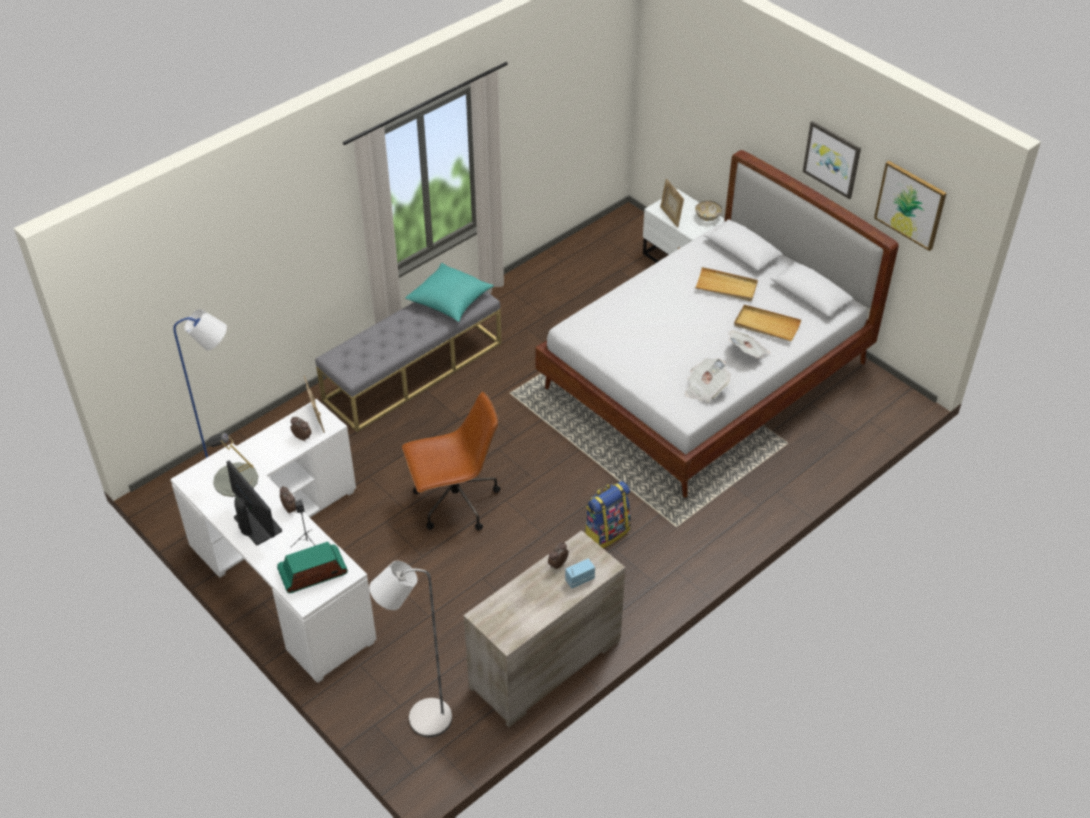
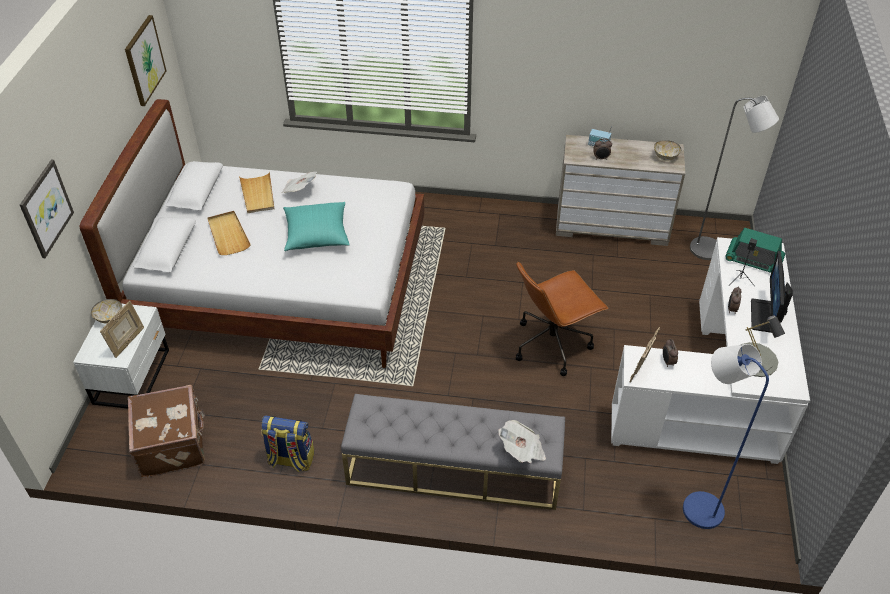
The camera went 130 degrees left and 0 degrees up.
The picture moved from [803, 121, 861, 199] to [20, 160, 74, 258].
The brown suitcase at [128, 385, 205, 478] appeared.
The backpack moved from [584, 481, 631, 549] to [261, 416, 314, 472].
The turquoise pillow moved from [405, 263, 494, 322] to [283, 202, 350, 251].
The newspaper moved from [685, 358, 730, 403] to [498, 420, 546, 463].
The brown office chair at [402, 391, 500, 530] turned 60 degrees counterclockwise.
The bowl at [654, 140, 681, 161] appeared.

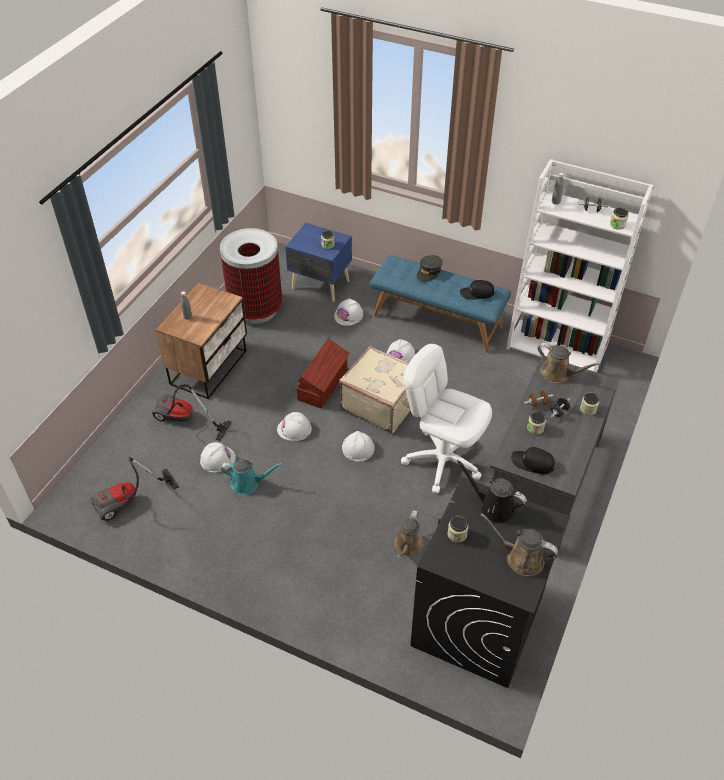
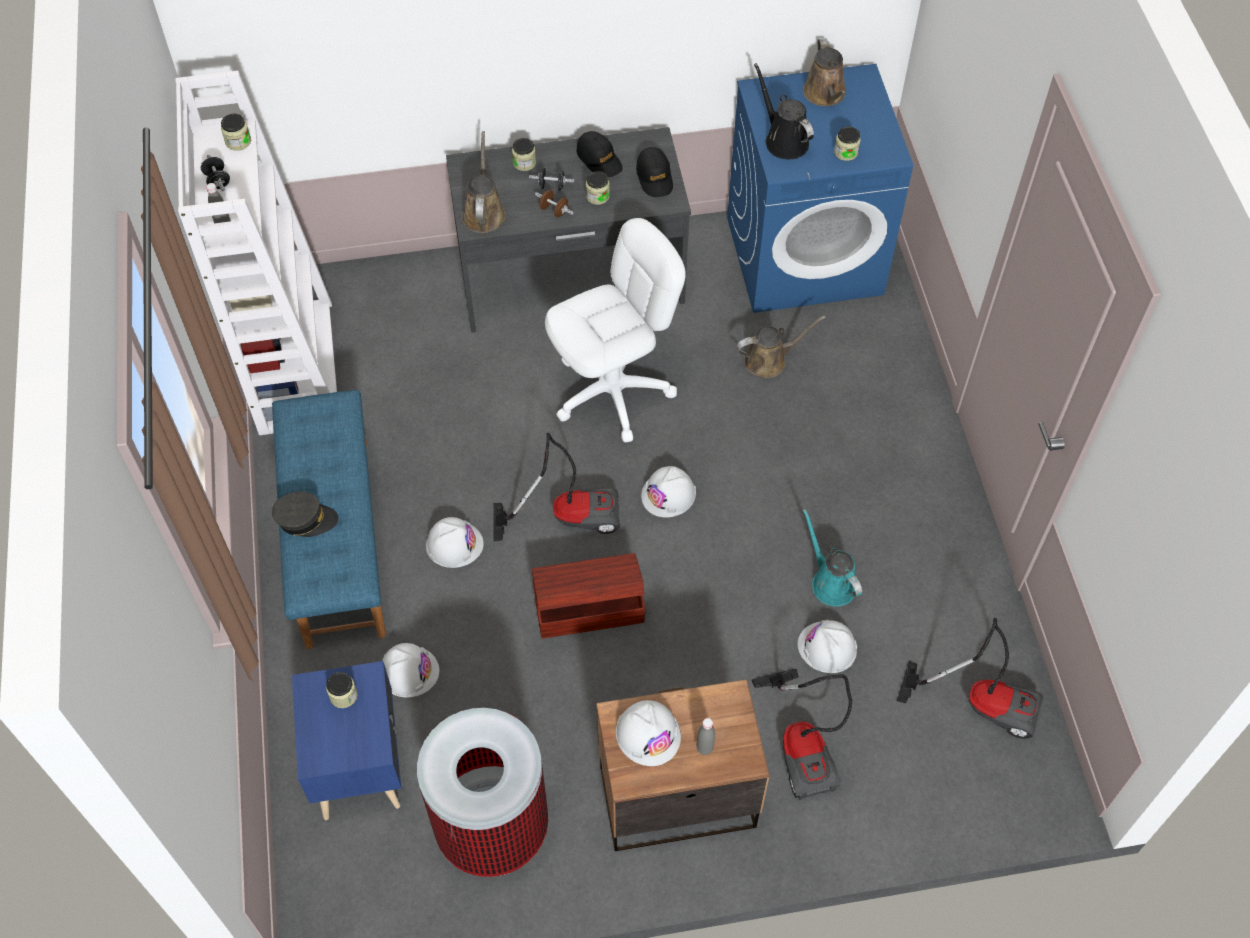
The camera went 125 degrees left and 10 degrees up.
The beige suitcase at [339, 346, 411, 433] was replaced by the vacuum cleaner at [493, 433, 620, 541].
The white office chair at [401, 344, 492, 493] turned 120 degrees counterclockwise.
The black cap moved from [460, 280, 494, 300] to [577, 131, 623, 178].
The white hard hat moved from [277, 412, 312, 441] to [616, 700, 681, 766].
The black washing machine at [410, 477, 570, 688] became the blue washing machine at [727, 64, 913, 313].
The black watering can at [456, 460, 527, 524] turned 150 degrees clockwise.

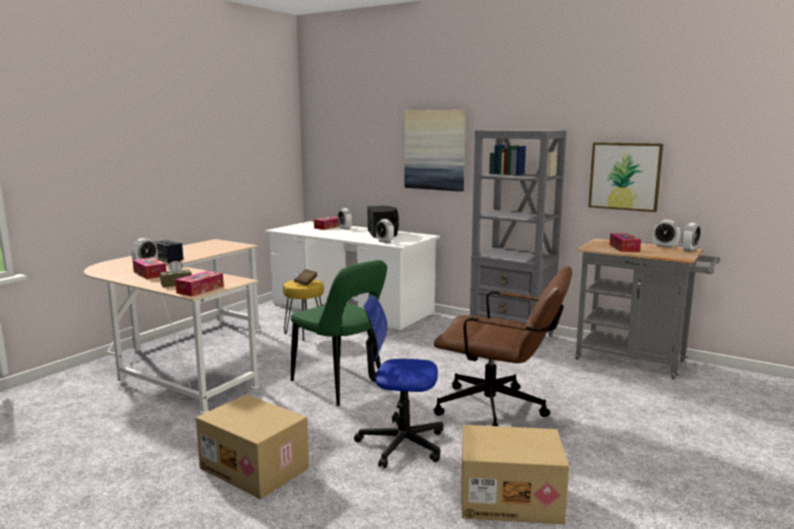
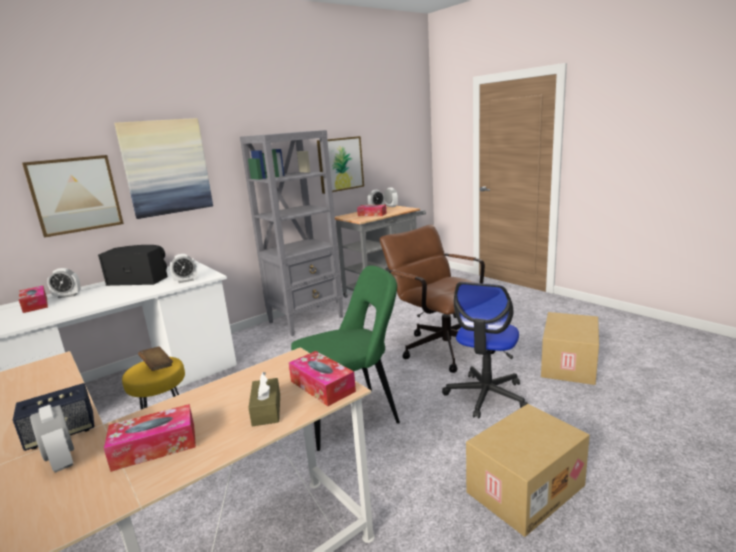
The camera went 70 degrees left and 5 degrees up.
The picture at [22, 155, 124, 238] appeared.
The brown office chair at [433, 266, 572, 426] turned 75 degrees counterclockwise.

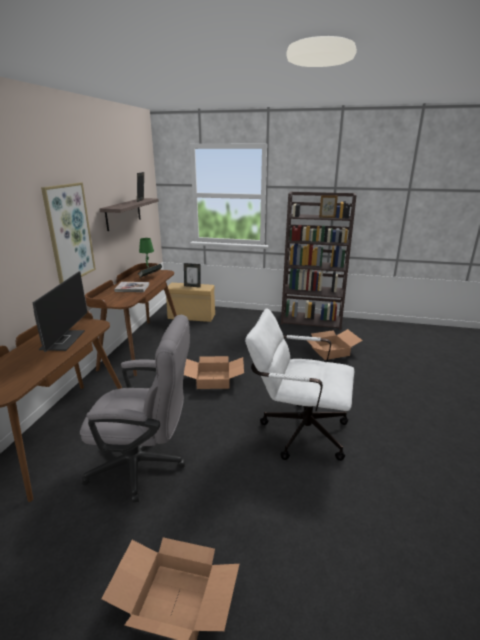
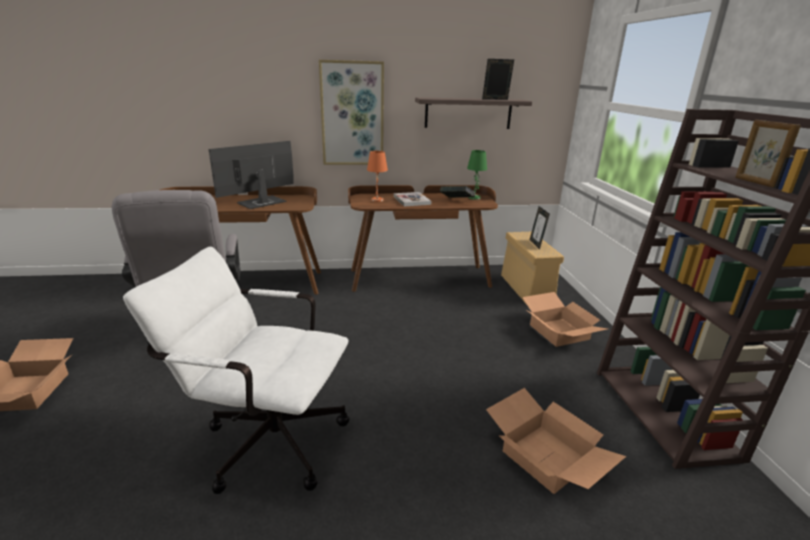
The camera went 70 degrees right and 0 degrees up.
The white office chair at [245, 308, 354, 461] turned 75 degrees counterclockwise.
The monitor at [33, 271, 88, 352] turned 150 degrees clockwise.
The orange table lamp at [367, 151, 388, 202] appeared.
The cardboard box moved from [184, 356, 244, 389] to [522, 292, 607, 347].

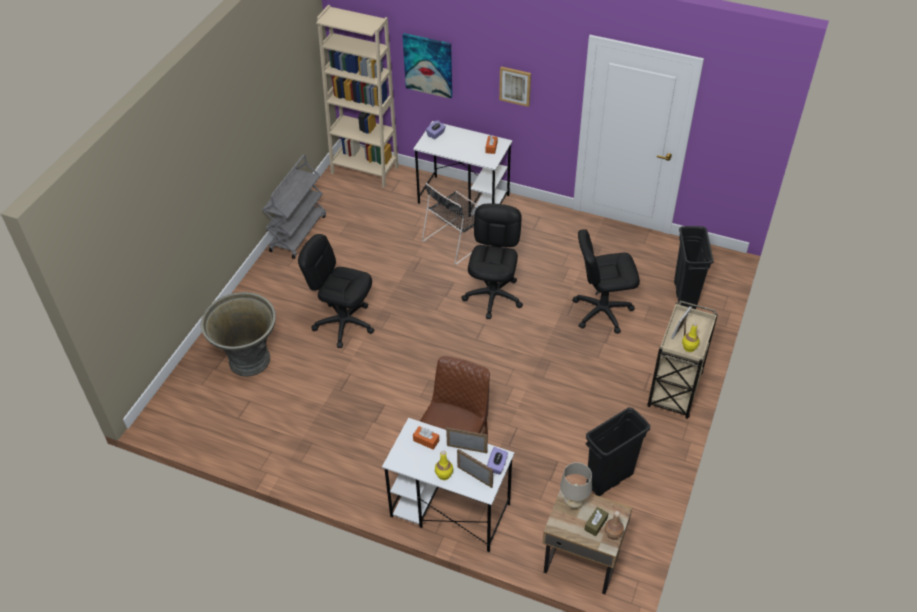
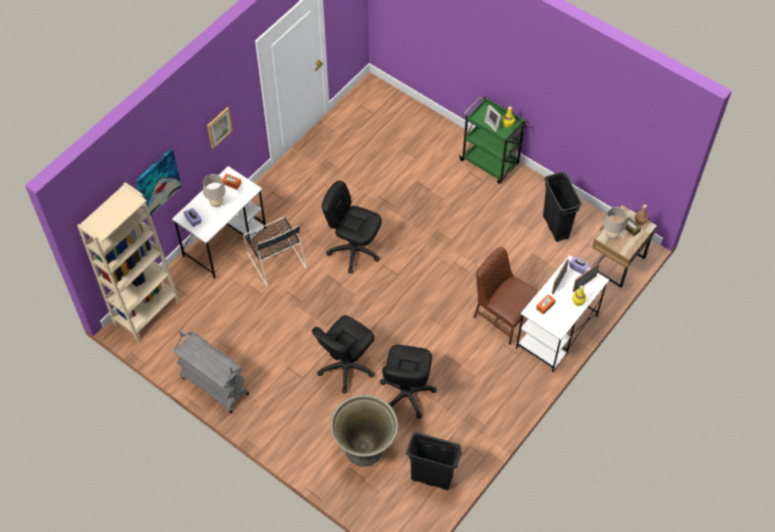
The camera went 75 degrees left and 10 degrees up.
The beige table lamp at [203, 174, 226, 207] appeared.
The black office chair moved from [572, 229, 640, 334] to [380, 345, 437, 419].
The black trash can moved from [674, 226, 714, 309] to [406, 432, 462, 490].
The beige cart at [647, 301, 718, 419] became the green cart at [459, 97, 528, 184].

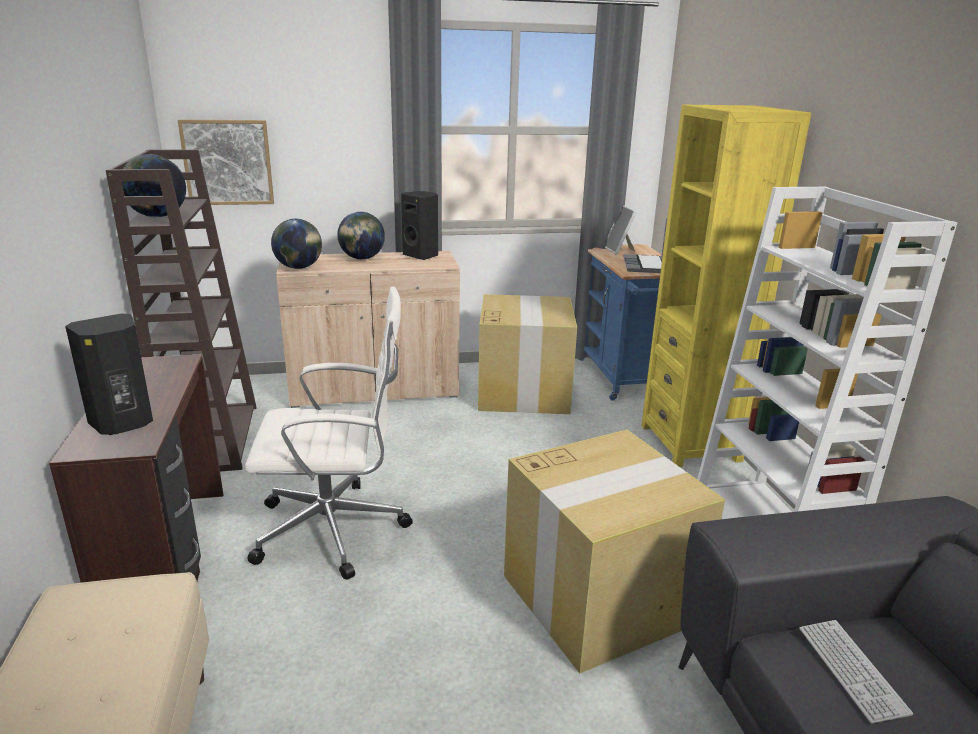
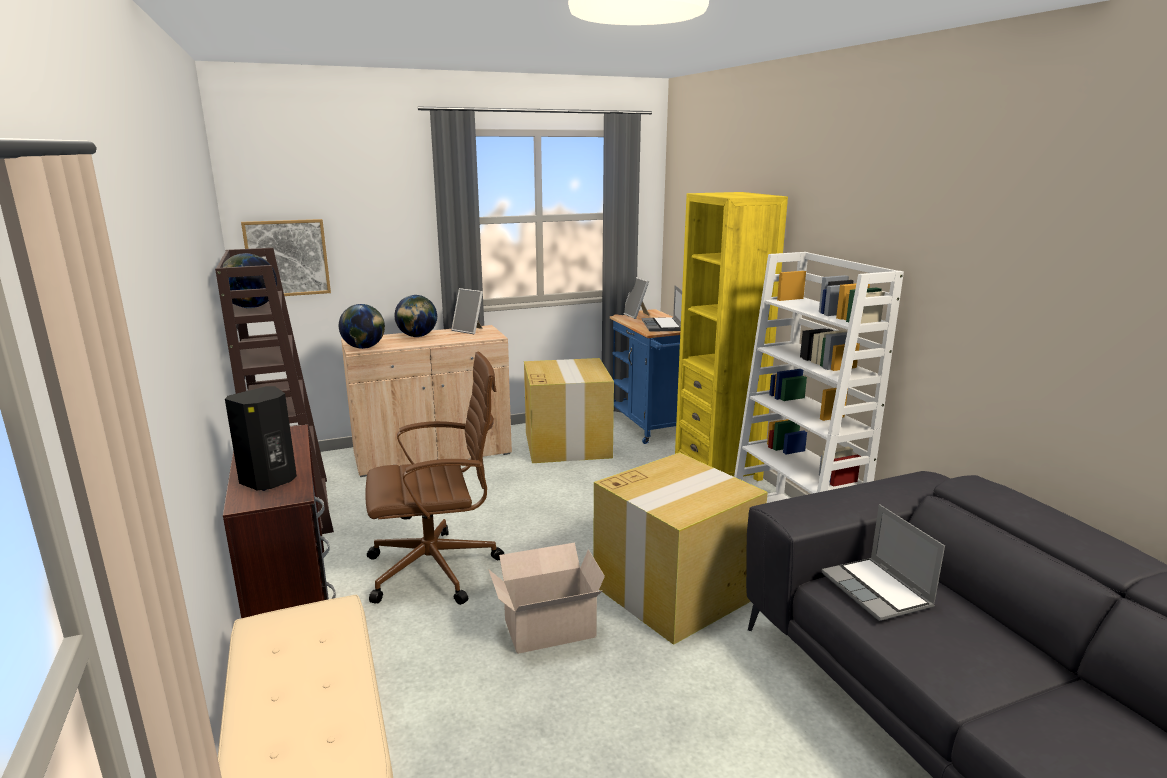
The camera went 10 degrees left and 5 degrees down.
The white office chair at [245, 287, 413, 580] became the brown office chair at [365, 352, 504, 605].
The black speaker at [401, 191, 438, 260] was replaced by the picture frame at [451, 288, 483, 334].
The cardboard box at [489, 543, 605, 654] appeared.
The keyboard at [799, 620, 913, 724] was replaced by the laptop at [822, 504, 945, 621].

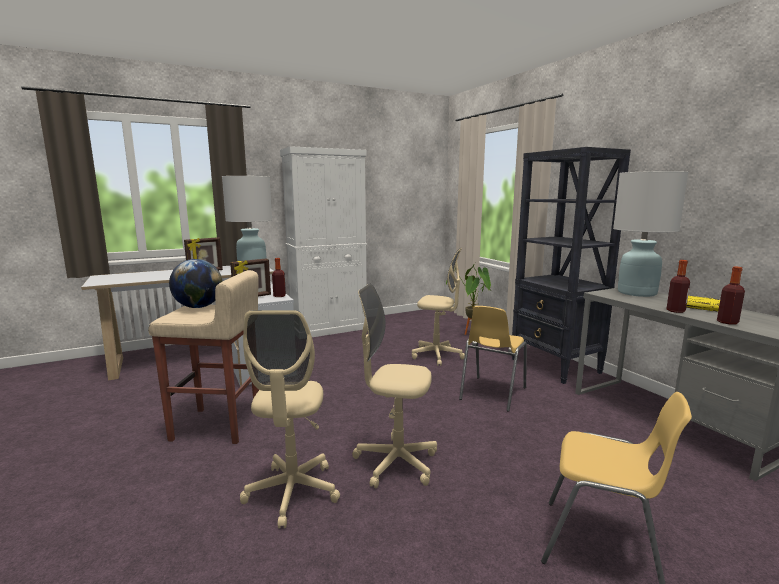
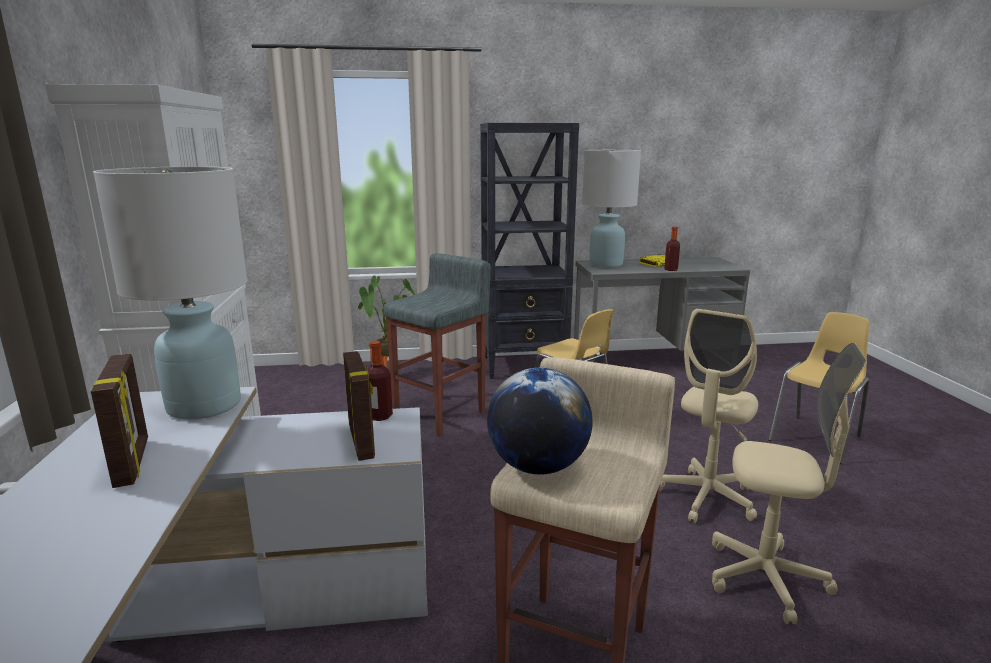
The camera went 70 degrees left and 5 degrees up.
The beige office chair at [412, 247, 465, 366] was replaced by the grey stool at [383, 253, 491, 436].
The bottle at [717, 266, 745, 325] disappeared.

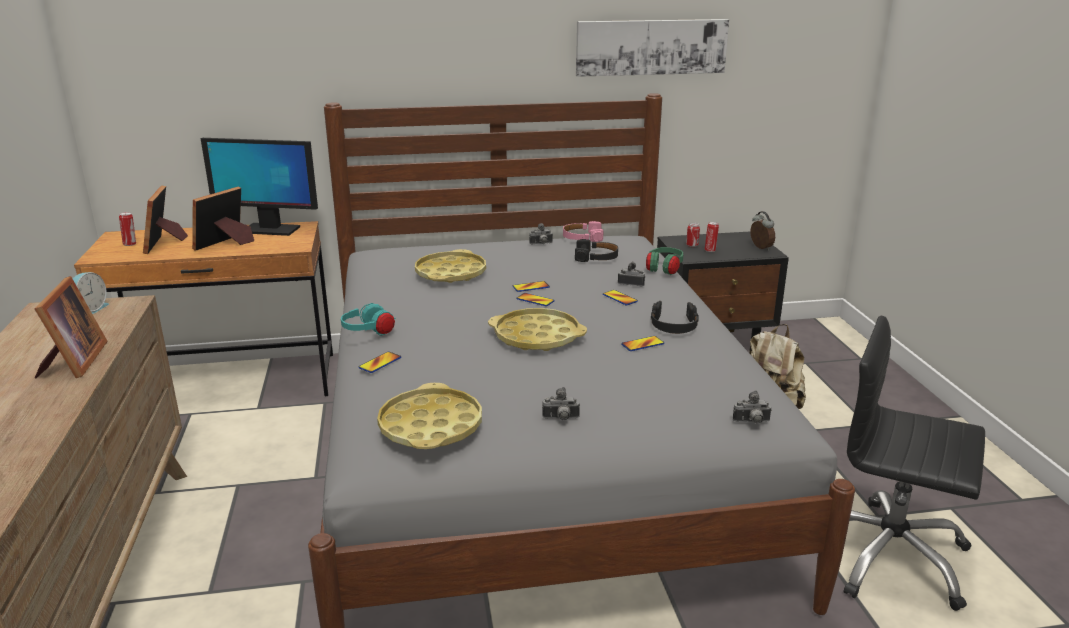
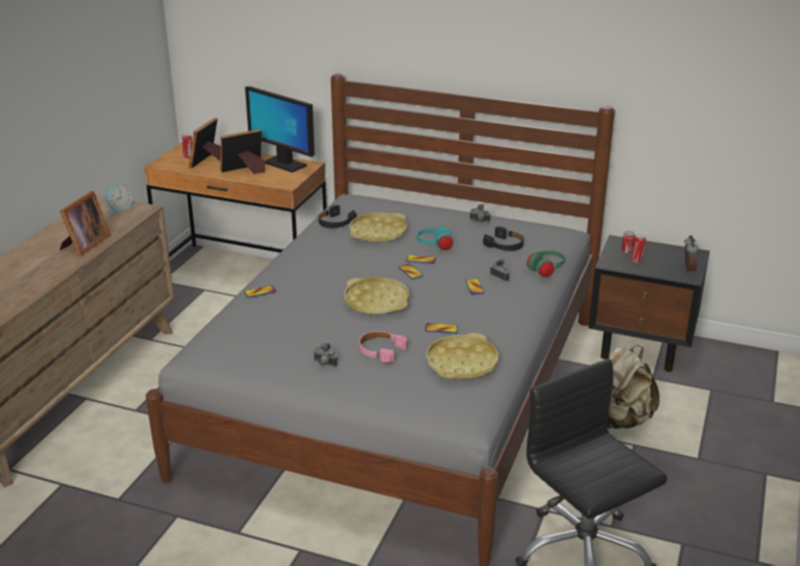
The camera went 30 degrees right and 5 degrees up.
The black headphones moved from [651, 301, 699, 334] to [318, 205, 357, 228].
The pink headphones moved from [563, 221, 603, 242] to [359, 331, 408, 363].
The turquoise headphones moved from [341, 303, 396, 336] to [417, 226, 455, 251].
The yellow tray moved from [377, 383, 482, 449] to [426, 333, 498, 379].
The picture at [576, 19, 729, 77] disappeared.
The photo camera at [733, 390, 772, 424] disappeared.

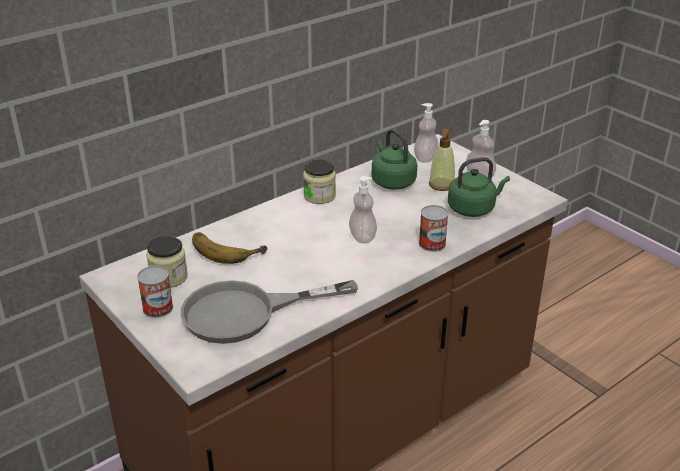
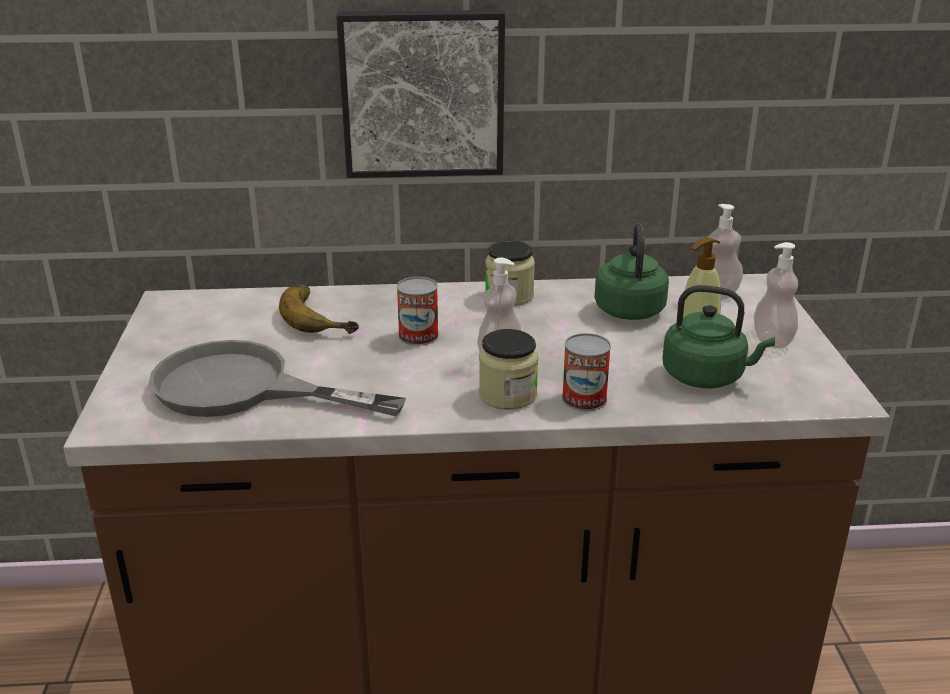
The camera went 35 degrees right and 5 degrees down.
The picture at [336, 10, 505, 178] appeared.
The can moved from [137, 266, 173, 318] to [396, 277, 439, 346].
The jar moved from [146, 236, 188, 288] to [479, 329, 539, 410].

